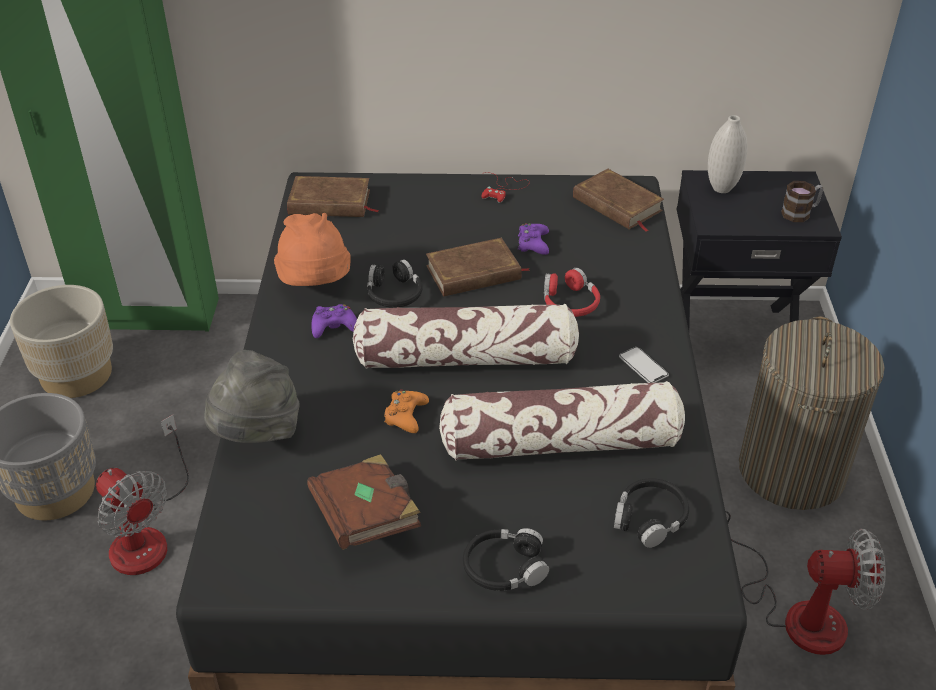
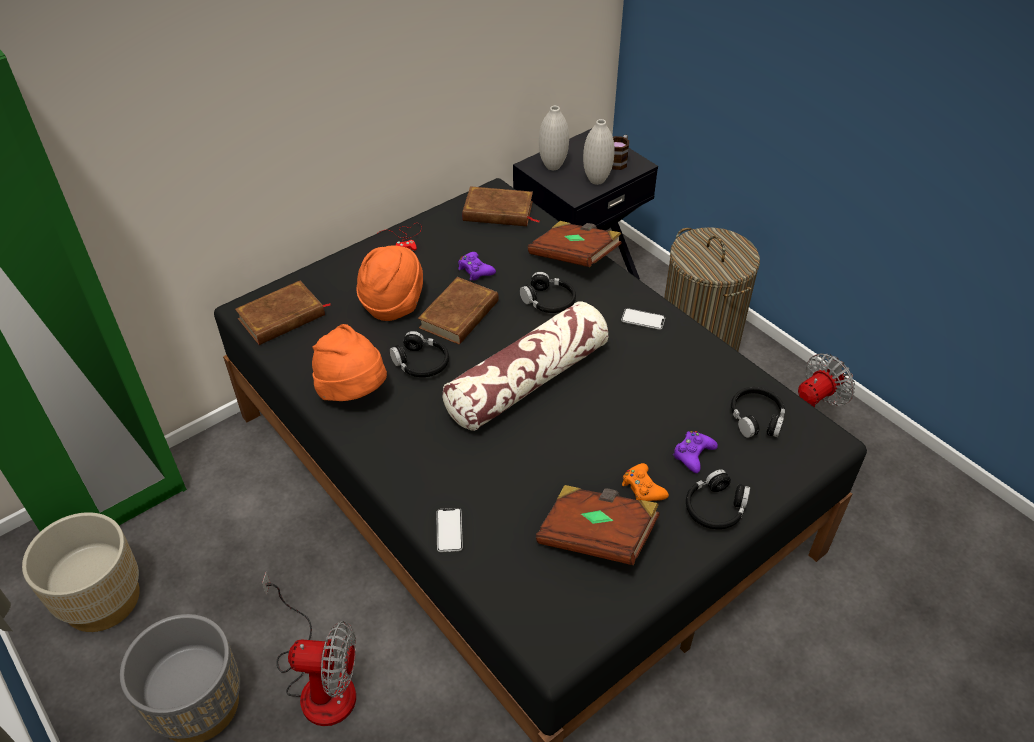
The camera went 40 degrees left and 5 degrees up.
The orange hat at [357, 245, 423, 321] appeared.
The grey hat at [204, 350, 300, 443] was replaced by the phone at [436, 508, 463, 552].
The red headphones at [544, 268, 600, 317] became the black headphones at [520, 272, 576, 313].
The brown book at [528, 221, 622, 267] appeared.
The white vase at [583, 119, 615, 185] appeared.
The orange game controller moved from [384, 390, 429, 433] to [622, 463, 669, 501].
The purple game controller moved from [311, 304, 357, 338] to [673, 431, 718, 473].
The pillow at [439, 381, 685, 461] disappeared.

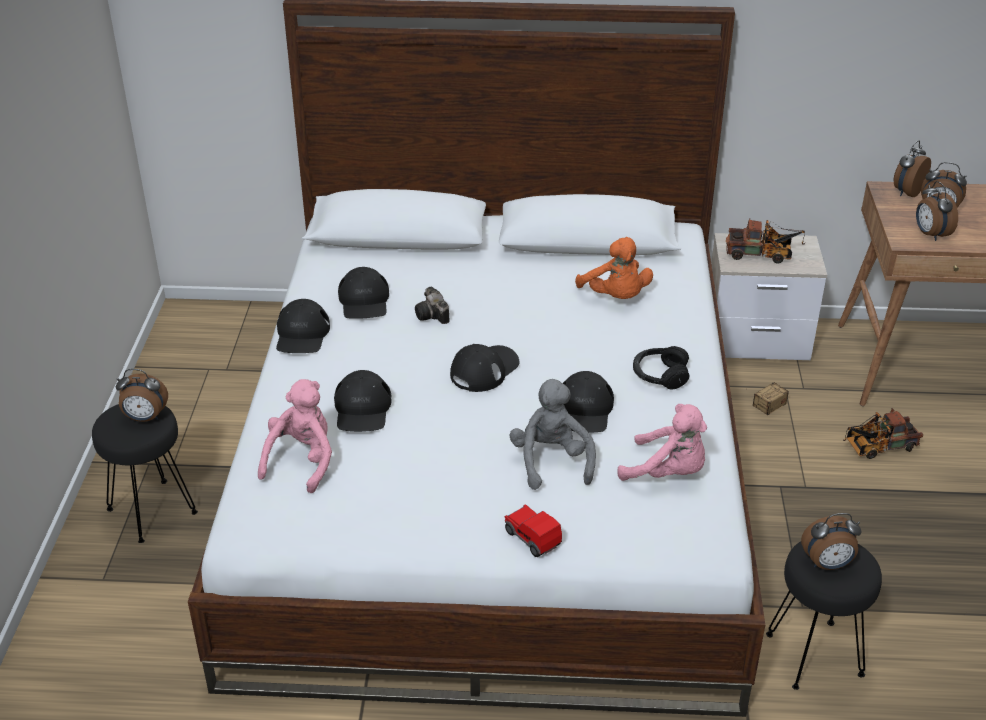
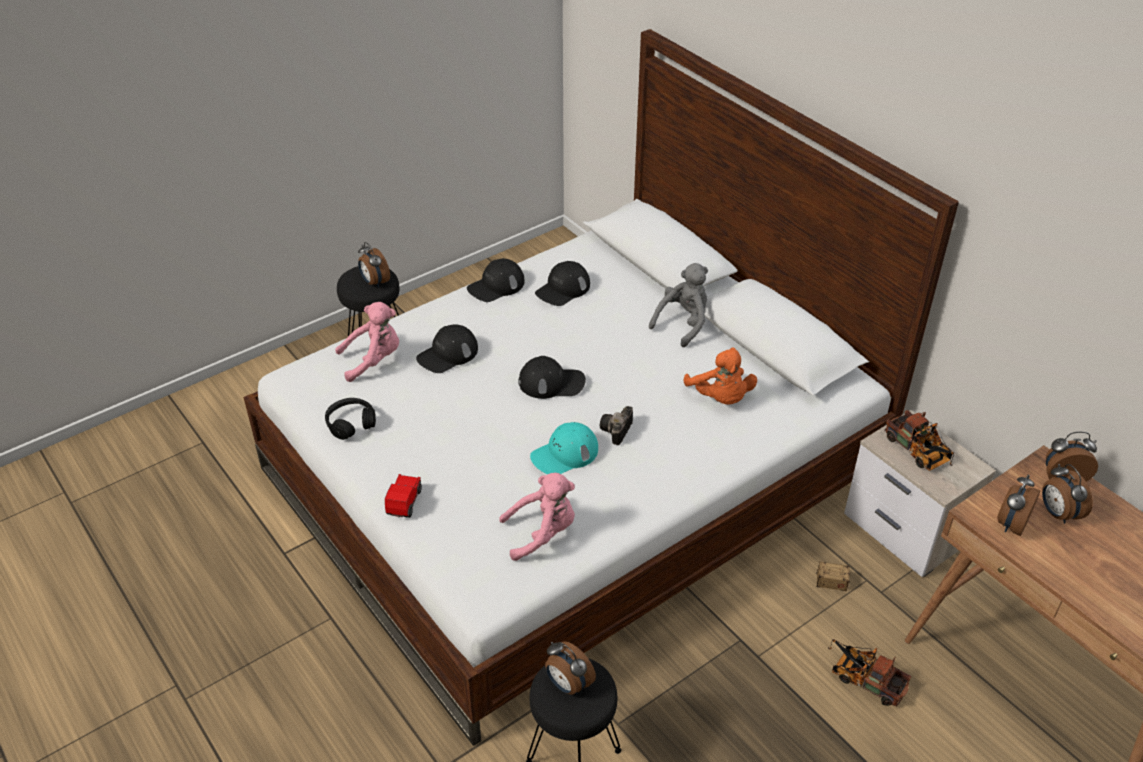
The camera went 50 degrees right and 5 degrees up.
The black headphones moved from [633, 346, 689, 390] to [325, 398, 376, 440].
The pink plush toy at [617, 404, 707, 481] turned 90 degrees counterclockwise.
The black cap at [562, 371, 614, 433] became the turquoise cap at [530, 422, 598, 475].
The photo camera moved from [415, 287, 450, 324] to [599, 406, 633, 445].
The grey plush toy moved from [510, 379, 596, 490] to [649, 263, 708, 347].
The orange plush toy at [575, 237, 653, 299] turned 45 degrees counterclockwise.

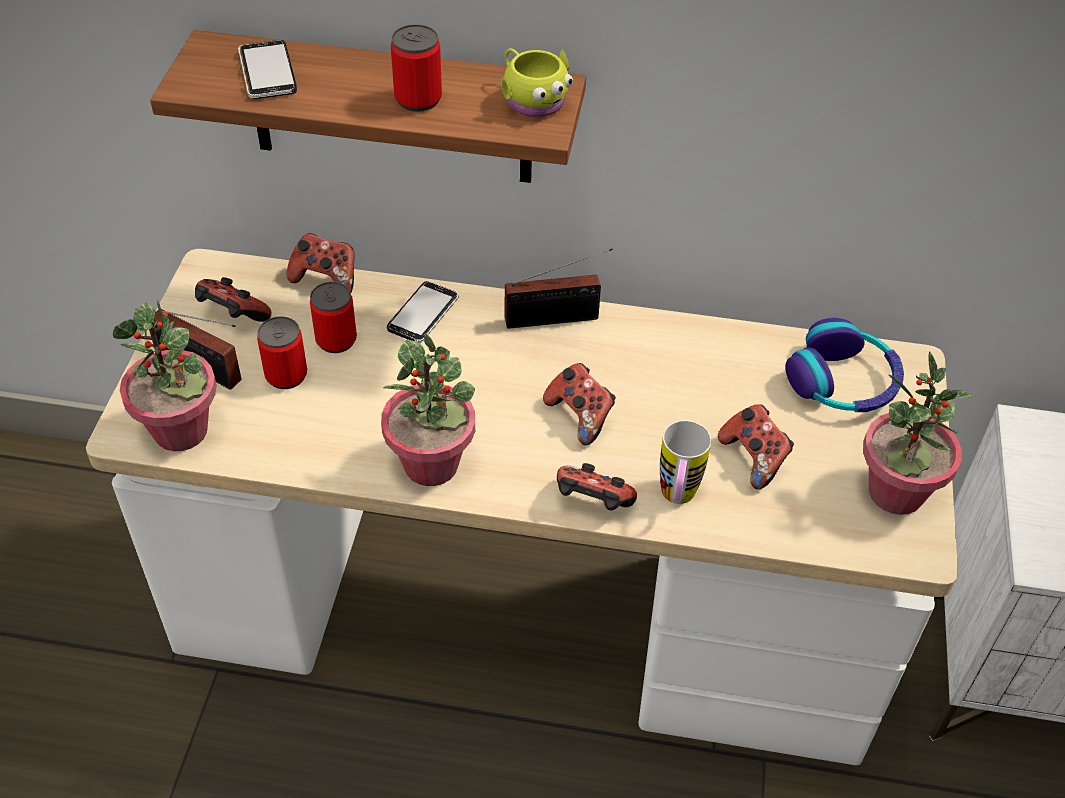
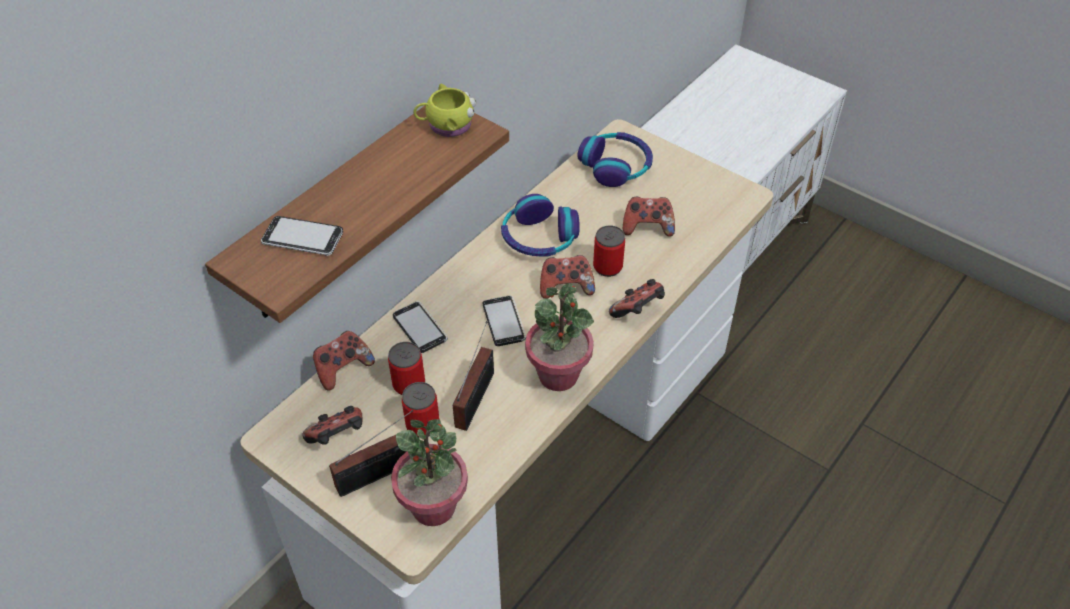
The camera went 60 degrees left and 0 degrees up.
The radio moved from [505, 248, 613, 329] to [453, 321, 494, 431].
The phone at [483, 296, 526, 346] appeared.
The headphones at [501, 194, 580, 256] appeared.
The can moved from [391, 24, 442, 112] to [593, 225, 625, 277].
The mug at [660, 420, 711, 504] disappeared.
The potted plant at [863, 351, 971, 515] disappeared.

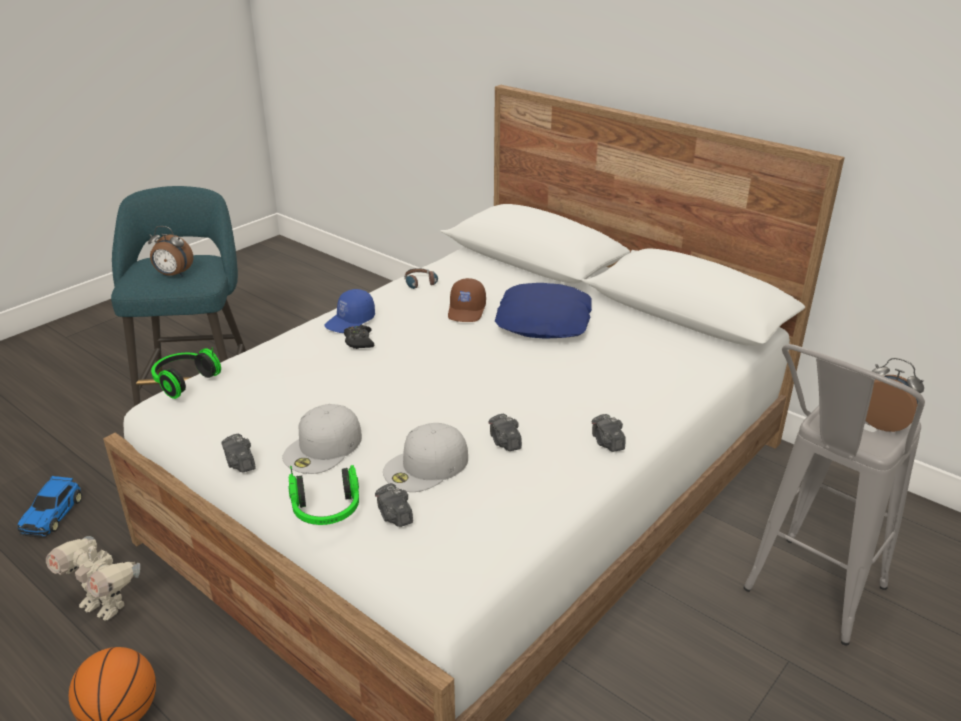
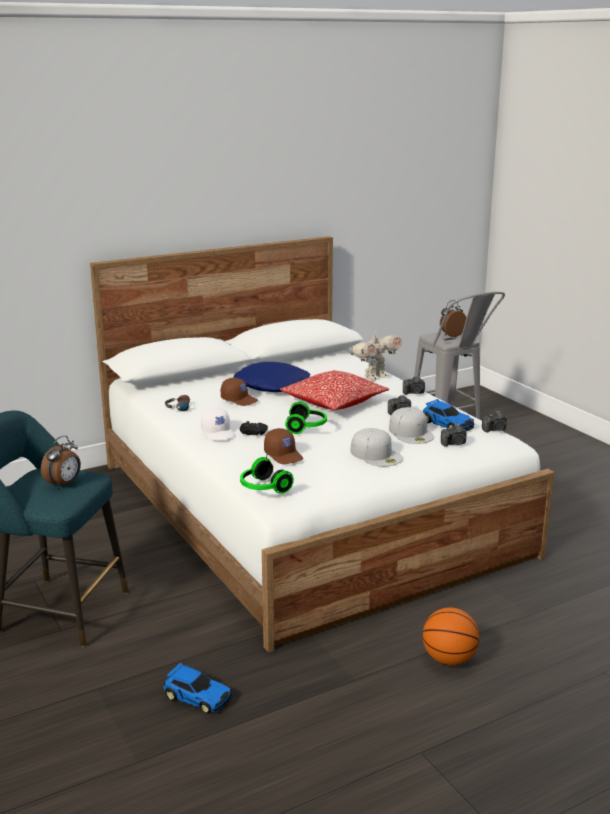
The camera went 70 degrees left and 10 degrees down.
The blue cap at [325, 289, 375, 333] became the white cap at [201, 408, 235, 441].
The brown cap at [264, 428, 303, 464] appeared.
The pillow at [280, 370, 389, 410] appeared.
The headphones moved from [288, 465, 359, 525] to [285, 402, 327, 434].
The toy robot moved from [46, 536, 140, 621] to [349, 330, 402, 380].
The toy car at [423, 399, 474, 431] appeared.
The photo camera moved from [221, 434, 256, 472] to [482, 411, 507, 433].

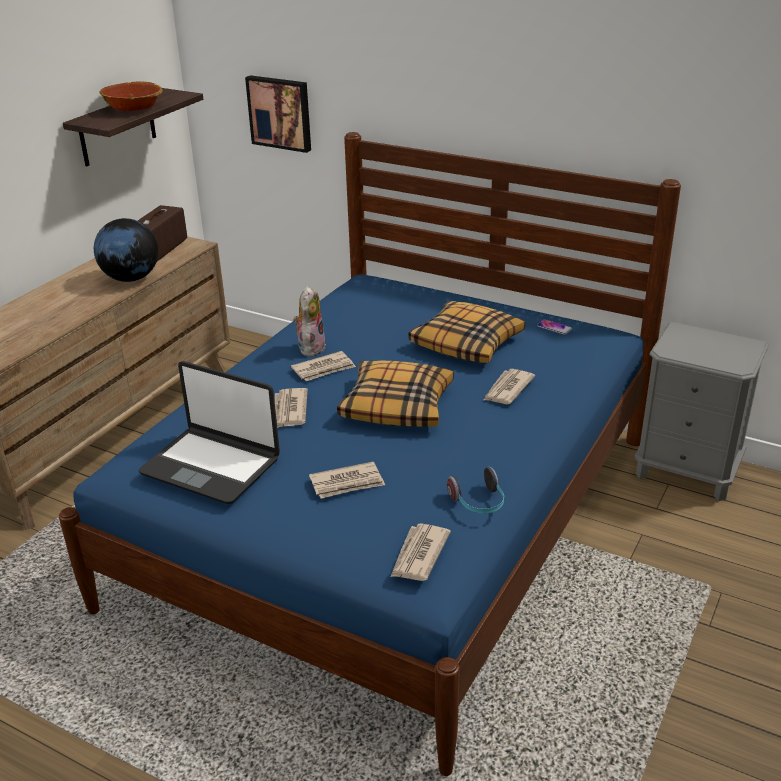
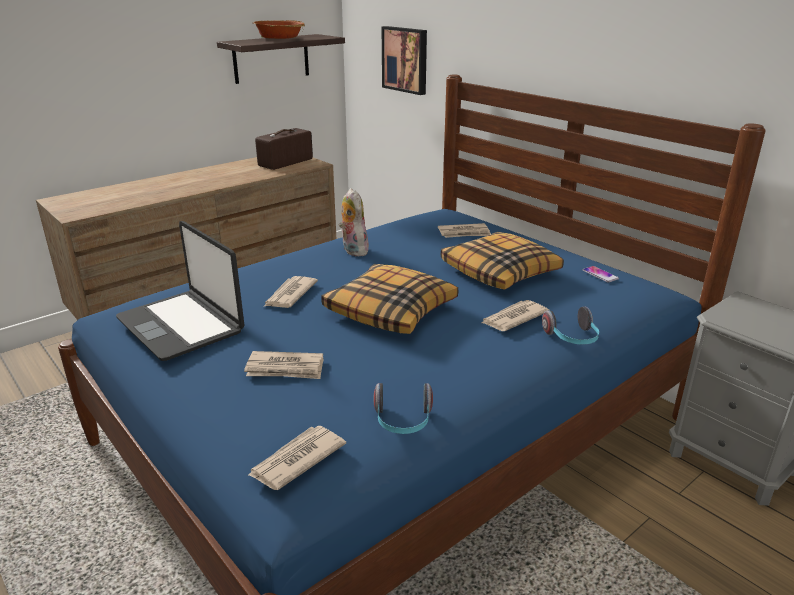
The camera went 20 degrees right and 5 degrees down.
The plush toy at [293, 286, 326, 356] turned 60 degrees counterclockwise.
The newspaper moved from [291, 351, 356, 381] to [438, 223, 491, 238].
The headphones at [542, 306, 599, 345] appeared.
The globe at [94, 218, 158, 282] disappeared.

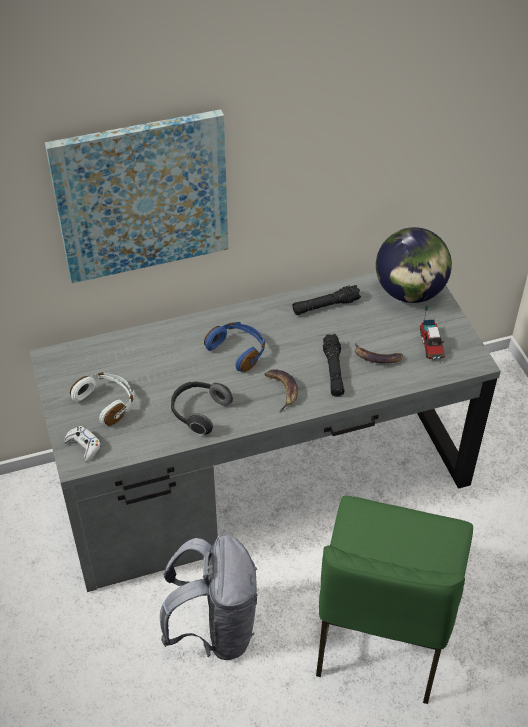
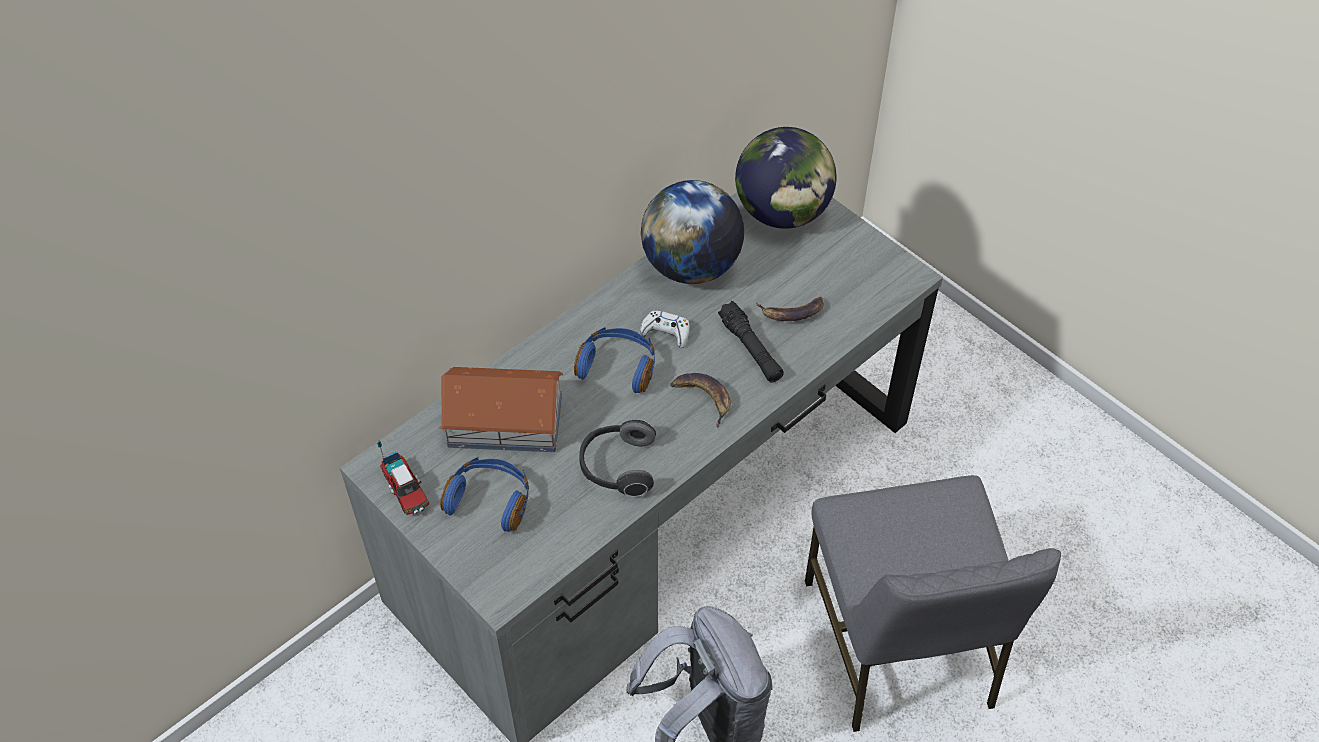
The camera went 25 degrees left and 5 degrees up.
The toy truck moved from [420, 306, 445, 360] to [377, 440, 429, 515].
The toy house at [439, 367, 563, 452] appeared.
The white headphones at [70, 372, 134, 426] became the blue headphones at [440, 457, 529, 532].
The white game controller moved from [64, 426, 101, 462] to [640, 310, 690, 348].
The black flashlight at [292, 285, 361, 315] was replaced by the globe at [641, 180, 744, 284].
The green chair at [316, 495, 473, 704] became the grey chair at [805, 475, 1061, 732].
The picture at [45, 109, 229, 283] disappeared.

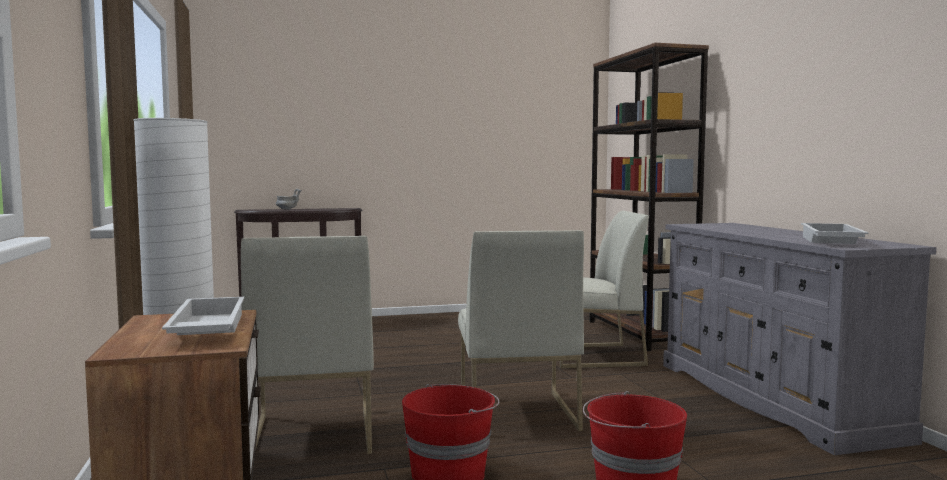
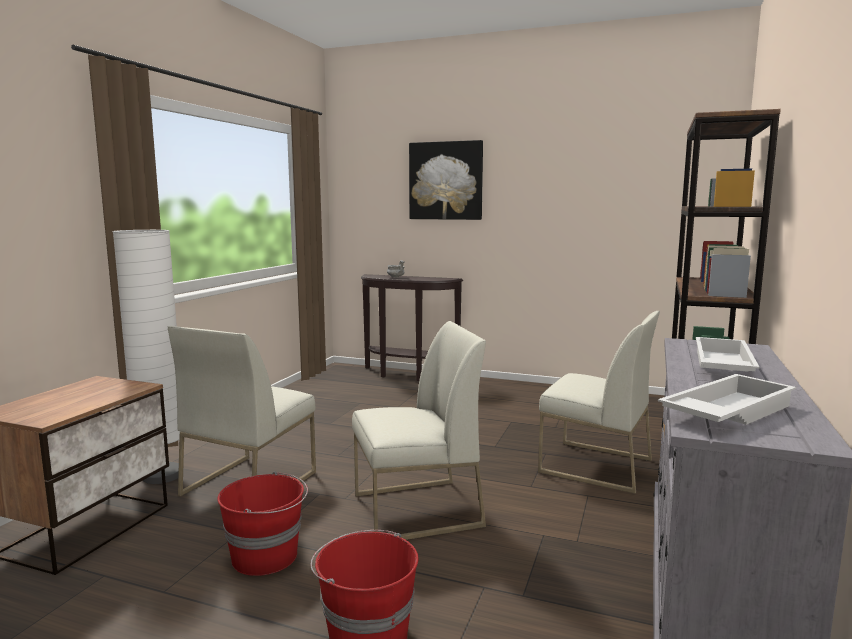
The camera went 35 degrees right and 5 degrees up.
The white chair at [458, 230, 584, 431] turned 135 degrees counterclockwise.
The picture at [409, 140, 483, 220] appeared.
The white tray moved from [162, 297, 244, 335] to [696, 337, 759, 372].

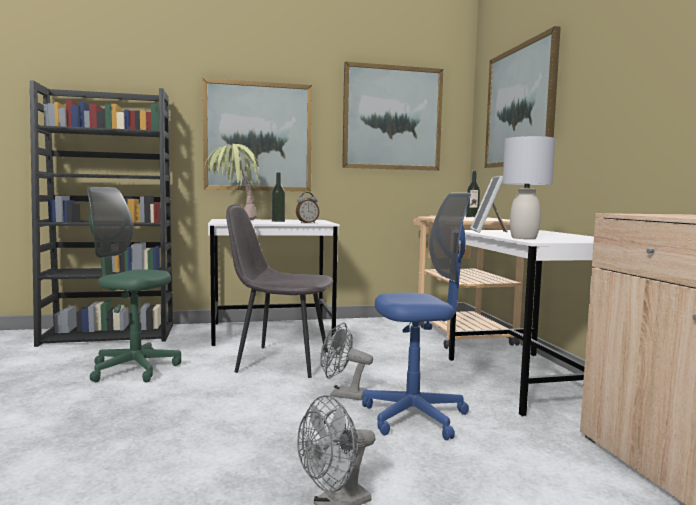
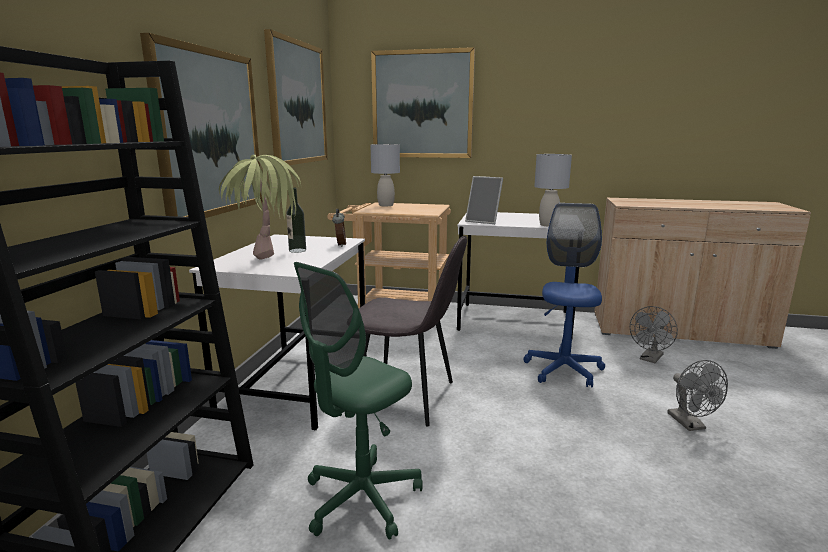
The camera went 65 degrees left and 10 degrees up.
The grey chair at [226, 204, 333, 378] turned 105 degrees counterclockwise.
The bottle at [466, 171, 480, 218] was replaced by the grey table lamp at [370, 144, 400, 206].
The grey fan moved from [320, 322, 373, 400] to [630, 306, 678, 363].

